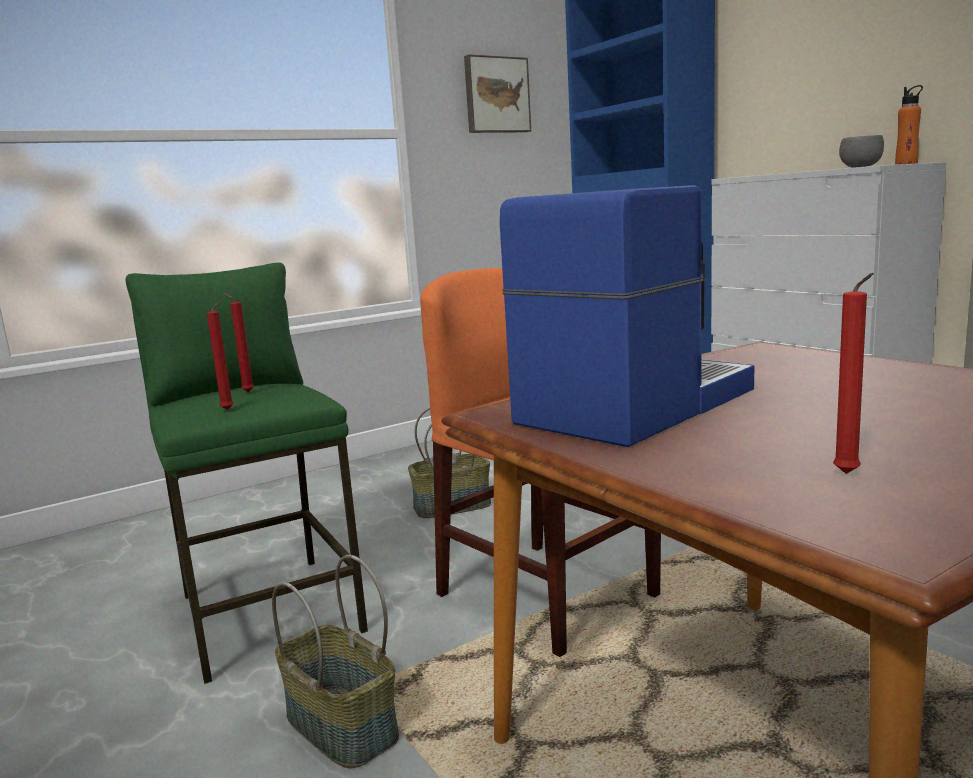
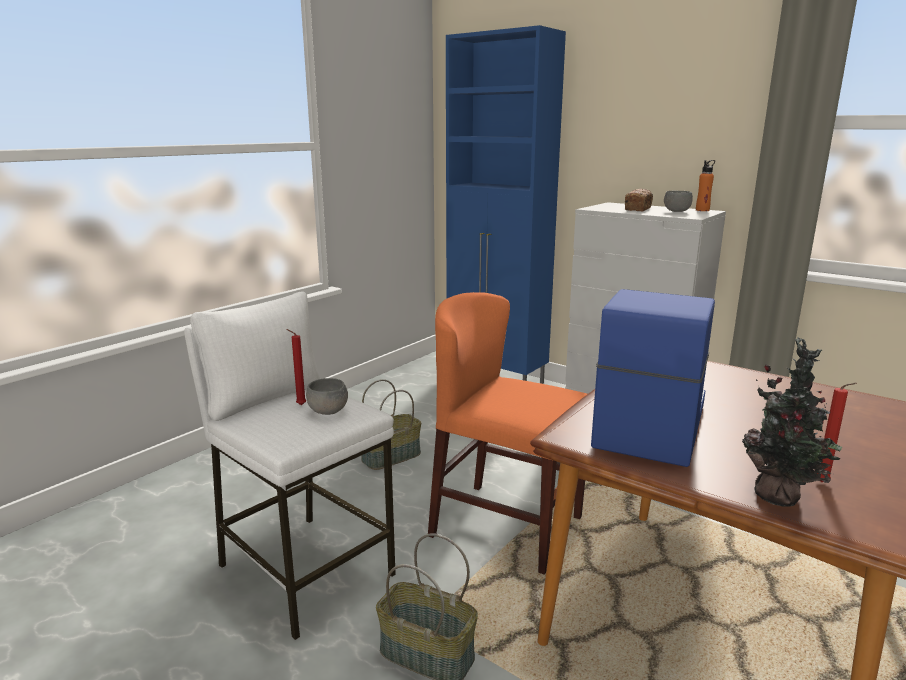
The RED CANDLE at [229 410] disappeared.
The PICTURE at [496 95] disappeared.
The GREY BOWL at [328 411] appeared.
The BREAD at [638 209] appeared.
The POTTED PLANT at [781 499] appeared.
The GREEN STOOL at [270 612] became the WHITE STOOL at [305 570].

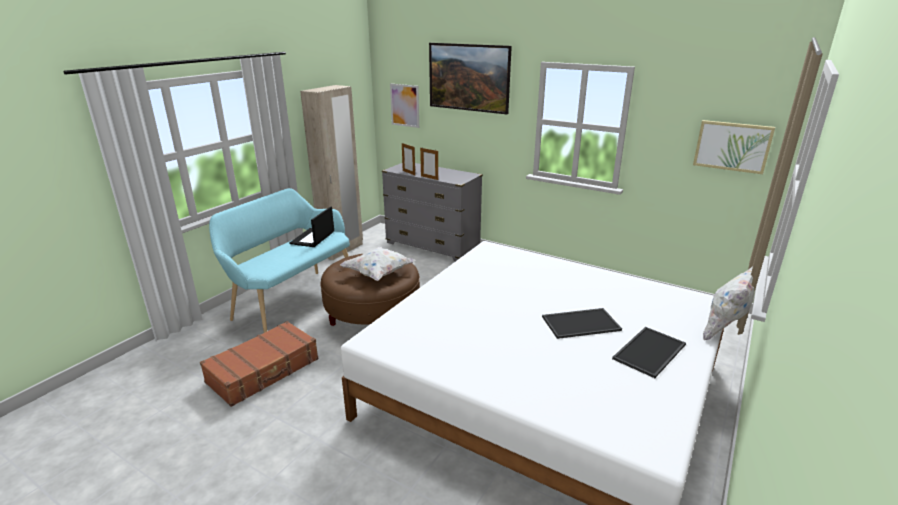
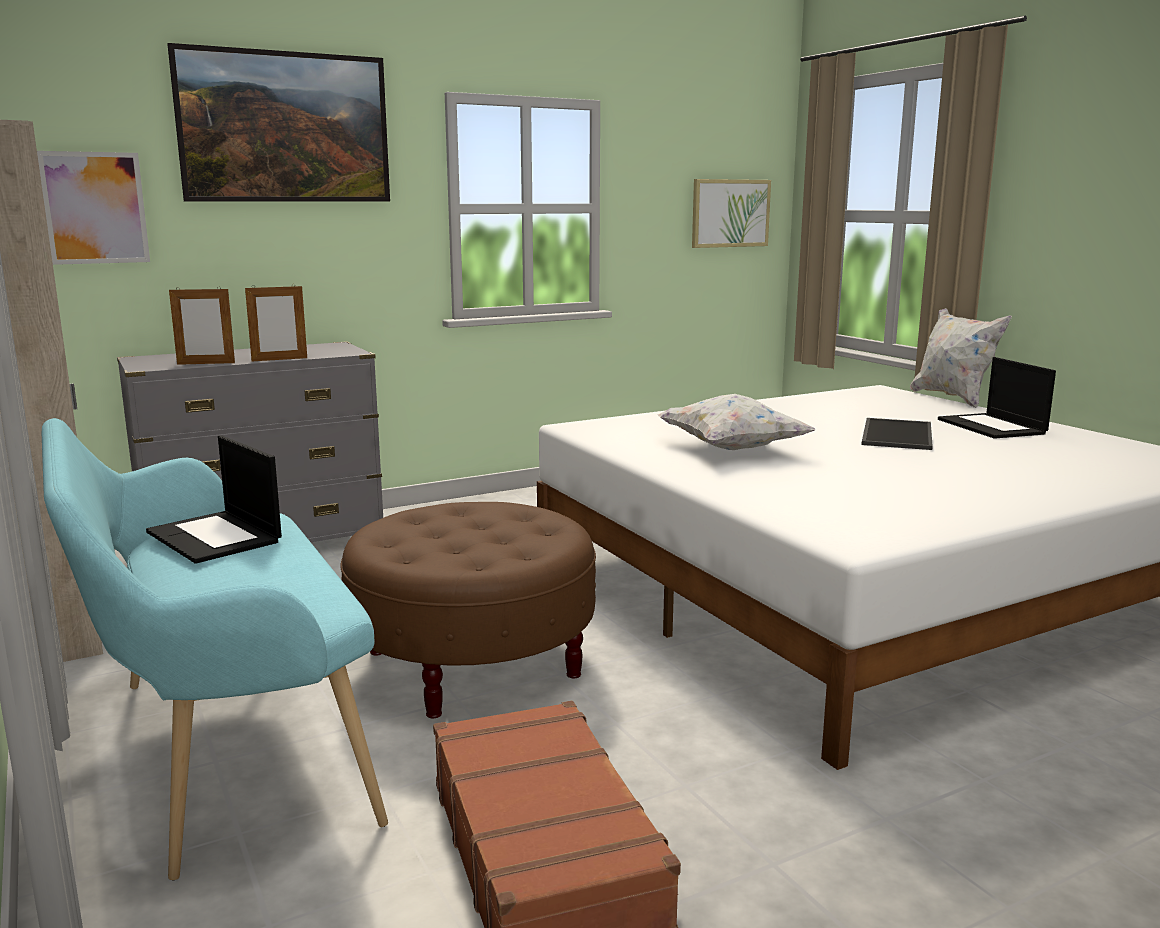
The WHITE PILLOW moved from [379 274] to [730 449].
The TRAY at [650 352] was replaced by the LAPTOP at [993 427].

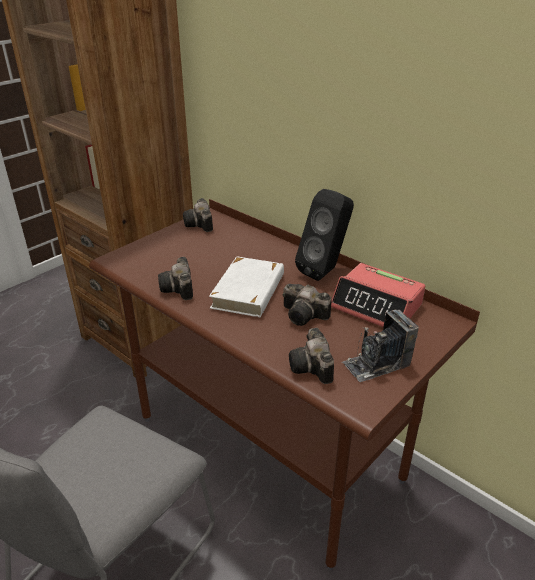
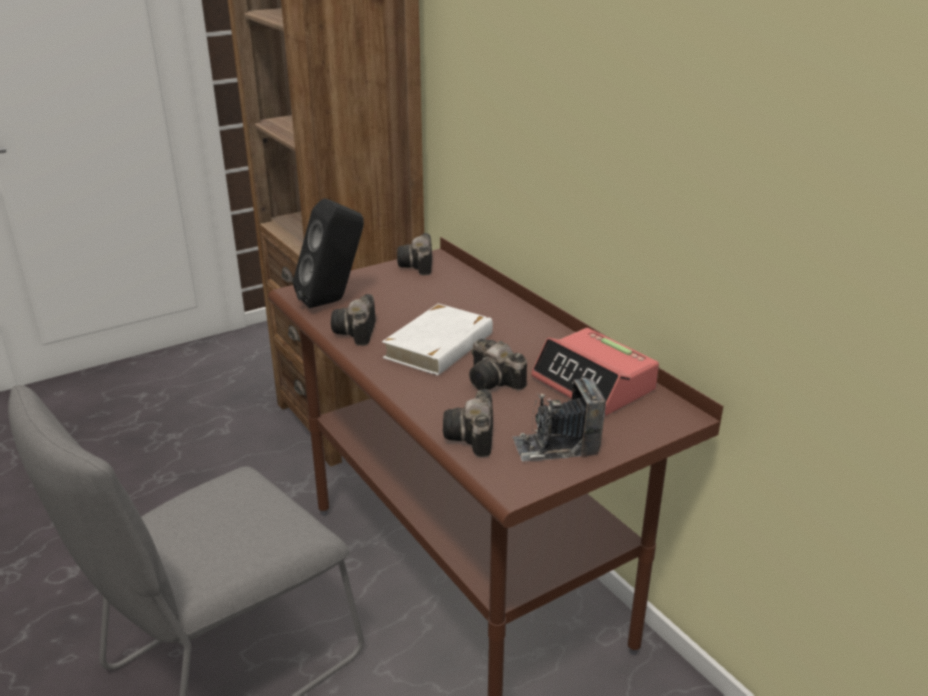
The BLACK SPEAKER moved from [325 270] to [333 301].

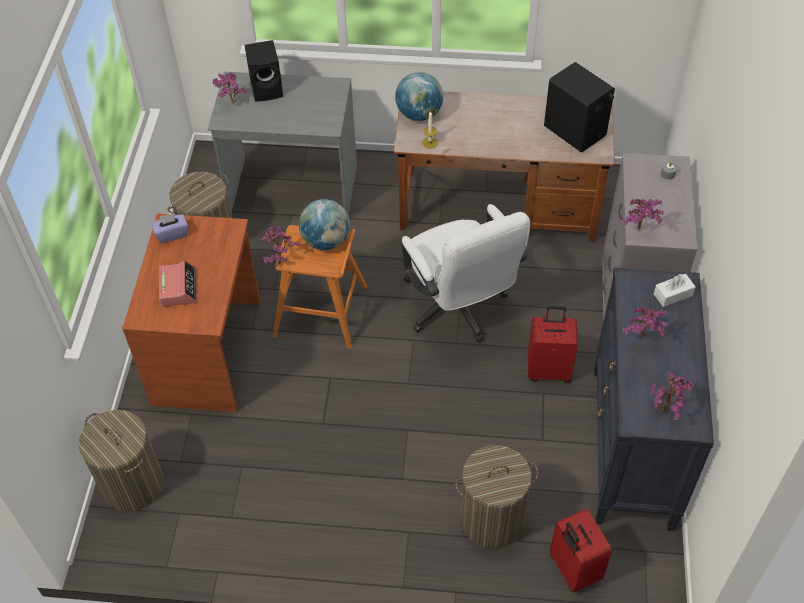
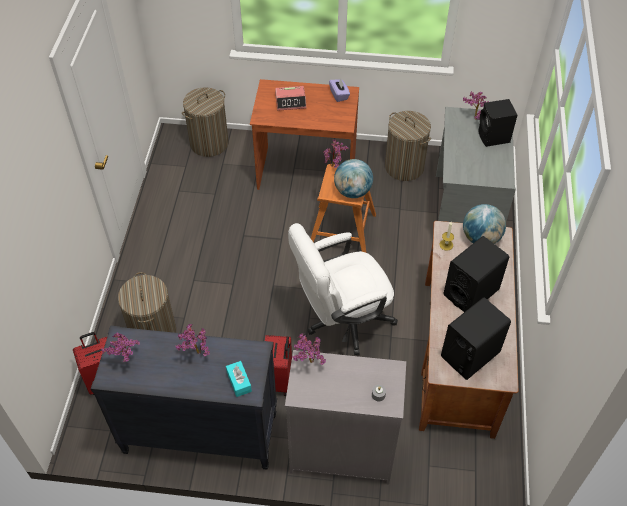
The BLACK SPEAKER at [471 292] appeared.
The WHITE TISSUE BOX at [673 295] became the TURQUOISE TISSUE BOX at [239 382].

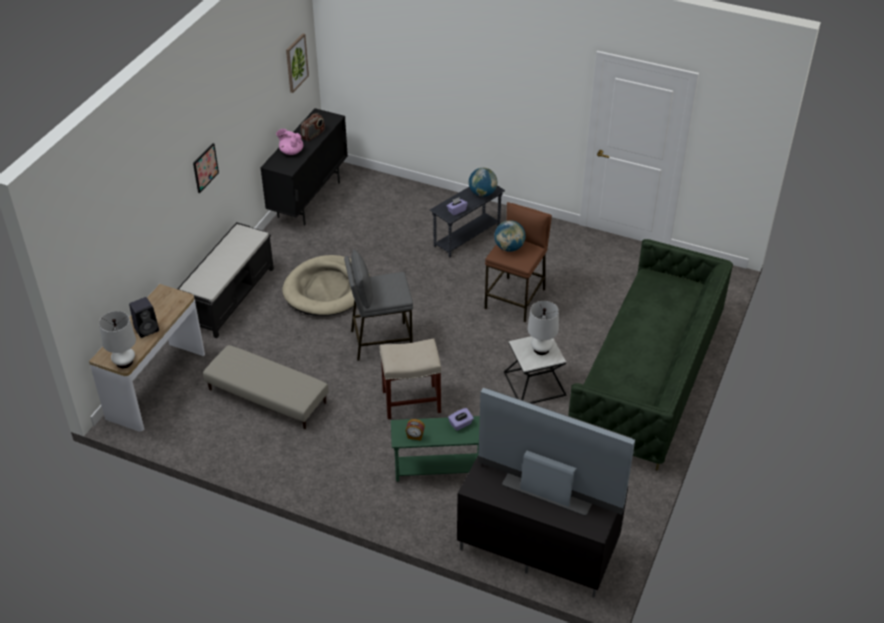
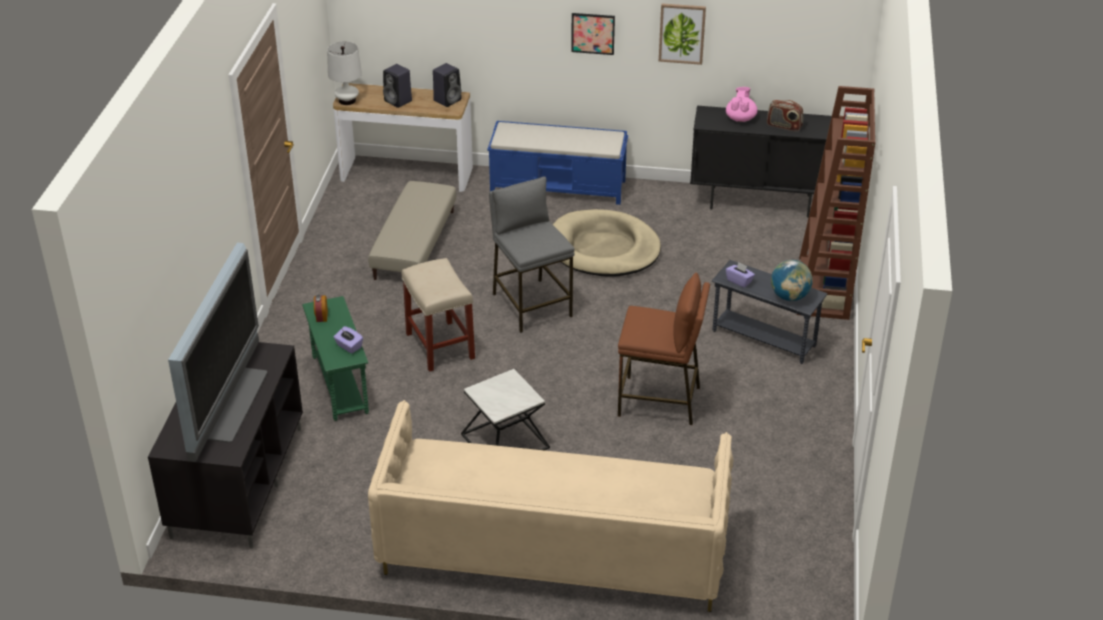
The GLOBE at [509 248] disappeared.
The WHITE TABLE LAMP at [541 349] disappeared.
The BLACK SPEAKER at [448 100] appeared.
The BROWN BOOKCASE at [824 288] appeared.
The PICTURE moved from [296 62] to [682 33].
The BLACK BENCH at [230 296] became the BLUE BENCH at [559 187].
The GREEN SOFA at [647 379] became the BEIGE SOFA at [553 546].

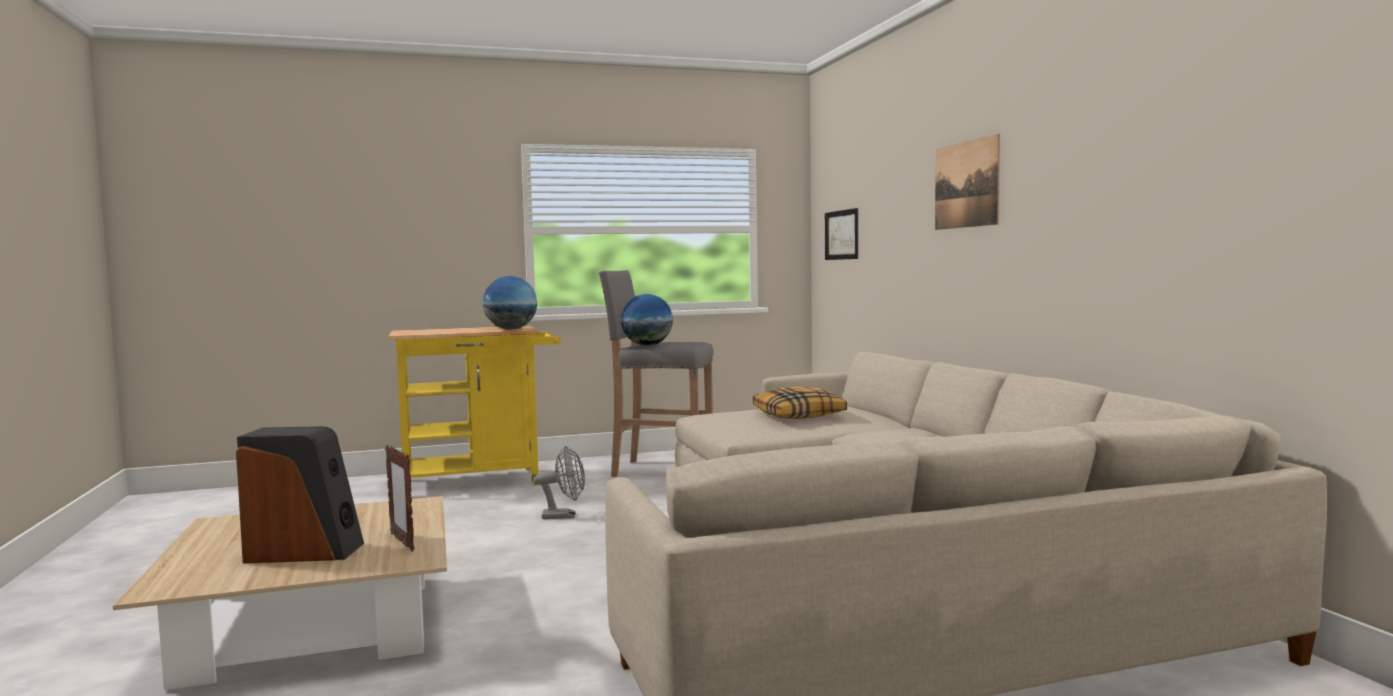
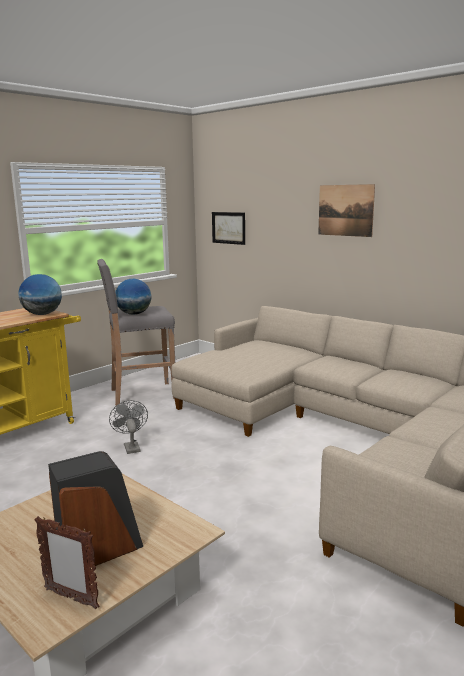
The PILLOW at [799 415] disappeared.
The PICTURE FRAME moved from [402 542] to [71 598].
The GREY FAN at [565 516] turned 75 degrees counterclockwise.

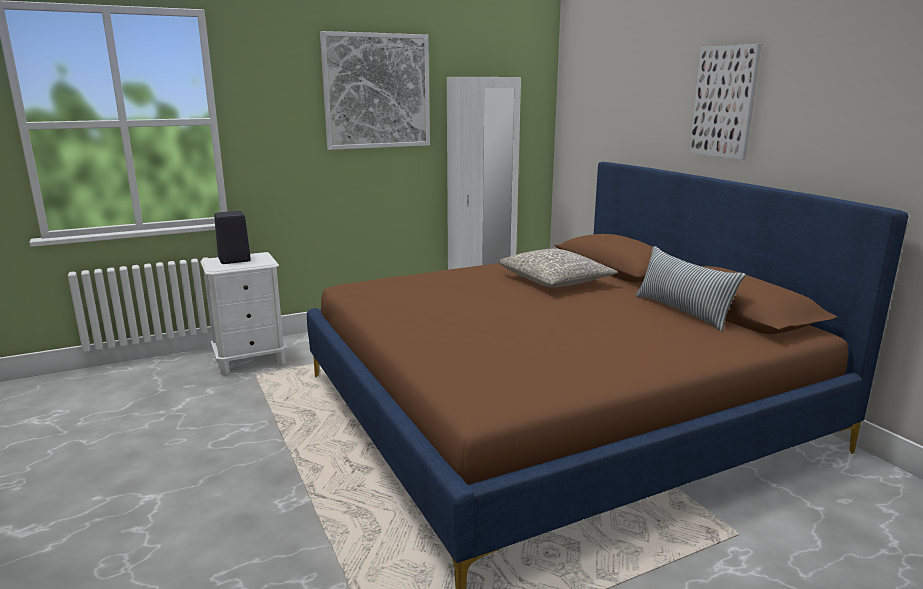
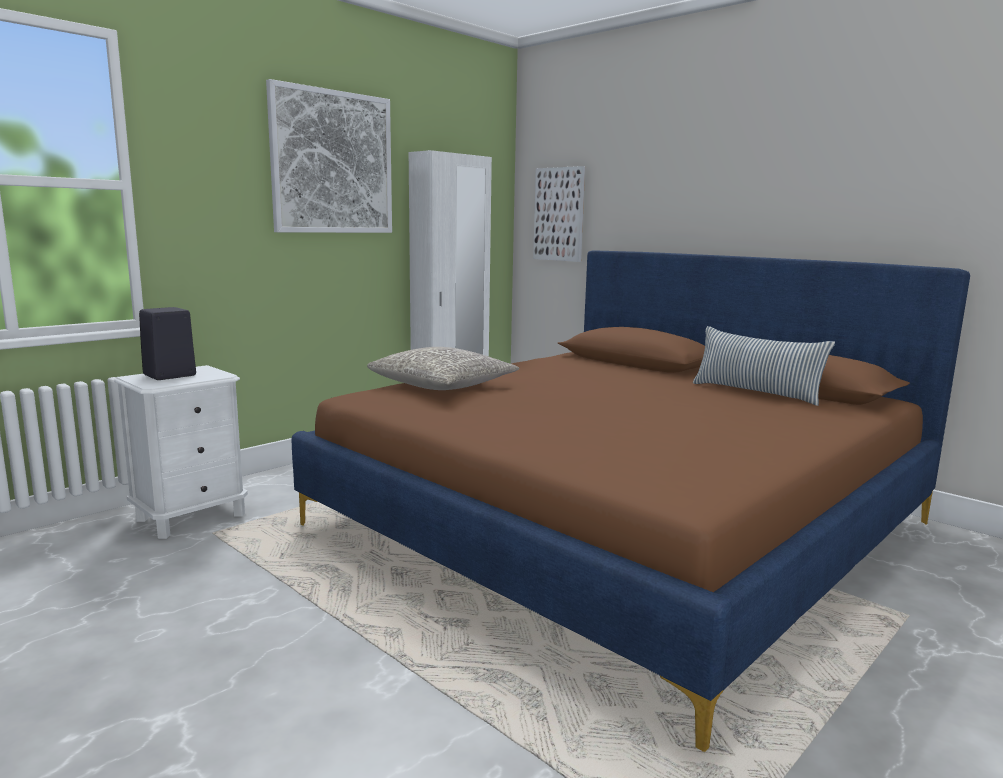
The GREY PILLOW moved from [555 281] to [443 386].
The PICTURE moved from [724 102] to [559 214].

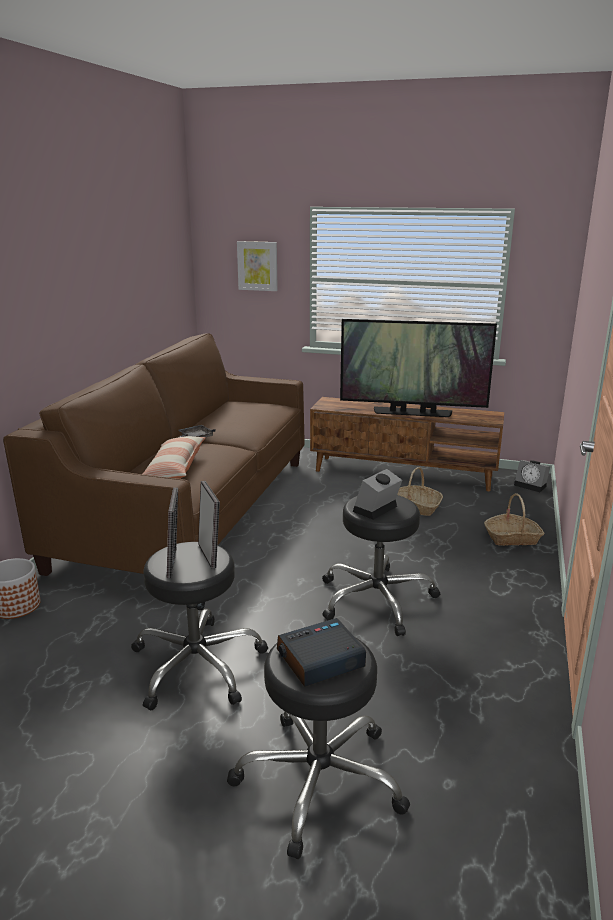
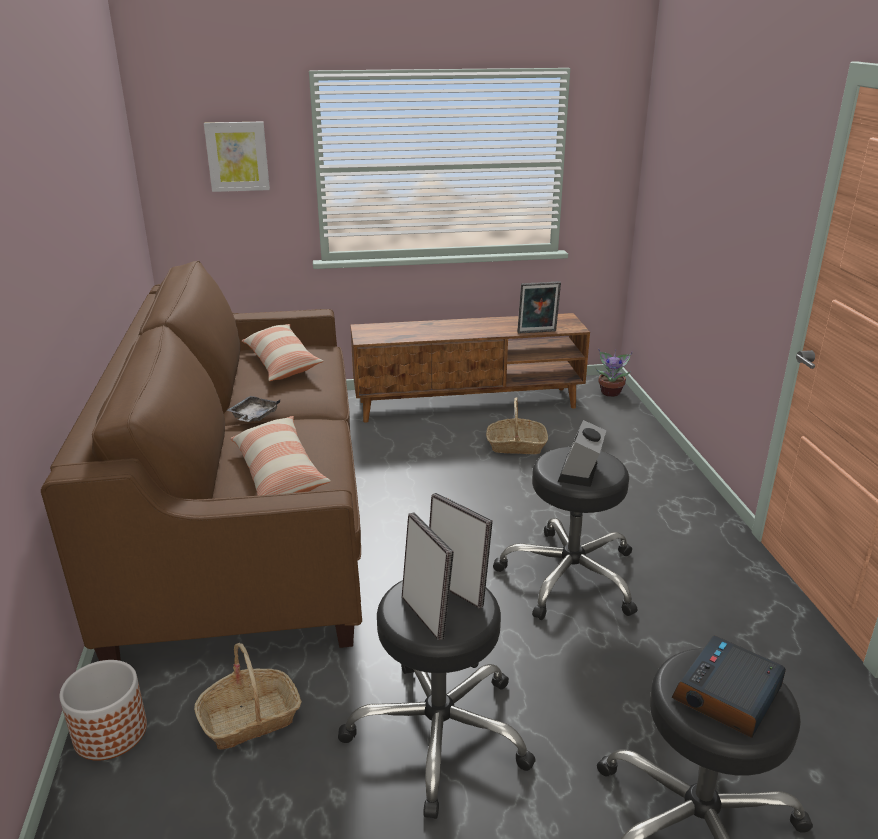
The TELEVISION at [412 413] disappeared.
The PILLOW at [281 363] appeared.
The PICTURE FRAME at [537 332] appeared.
The BASKET moved from [512 538] to [250 719].
The ALARM CLOCK at [531 485] was replaced by the POTTED PLANT at [611 392].

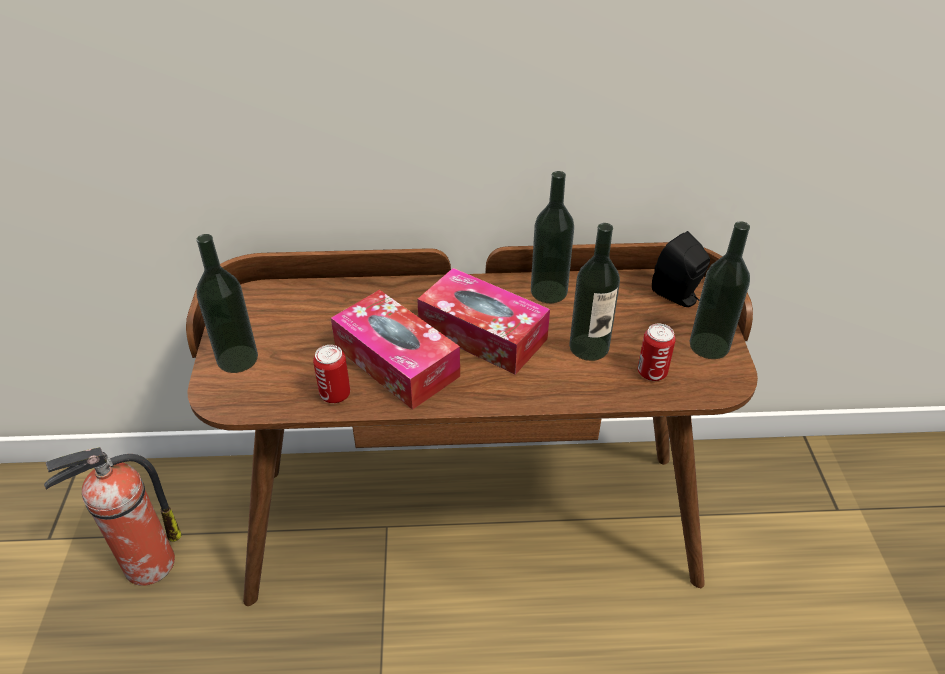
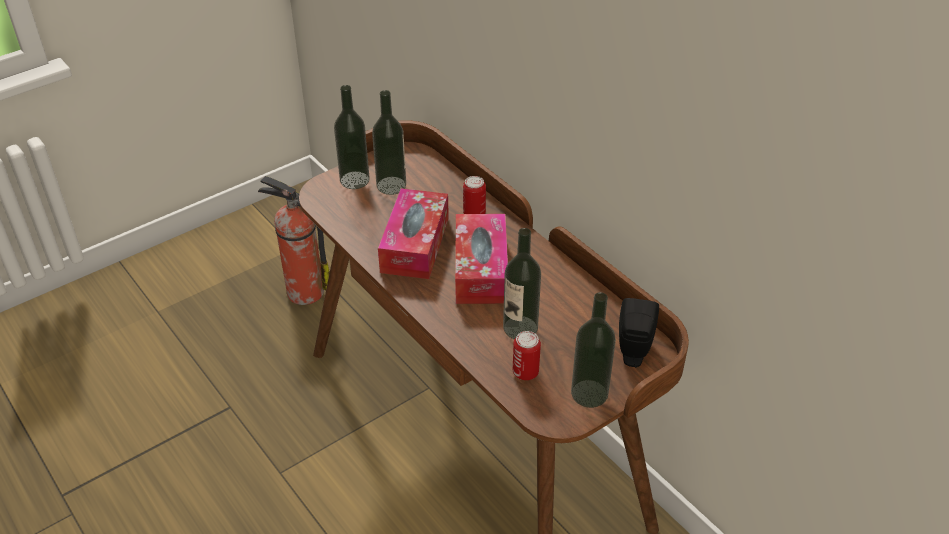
The CAN moved from [335 394] to [474 214].
The BOTTLE moved from [548 291] to [391 185].

